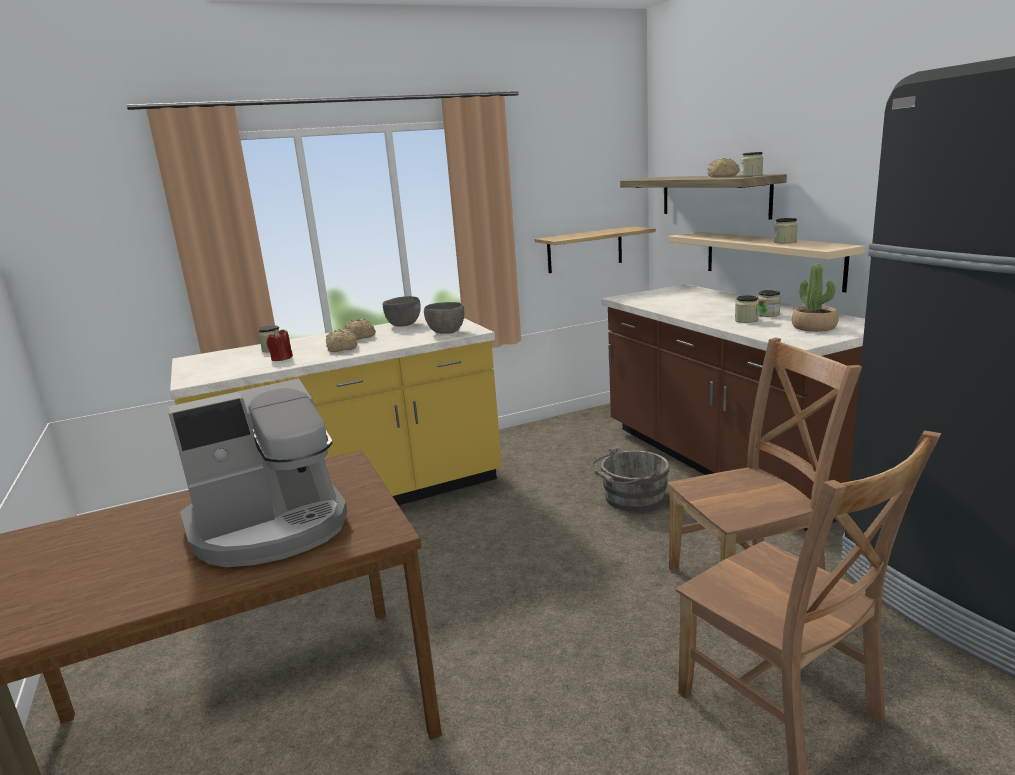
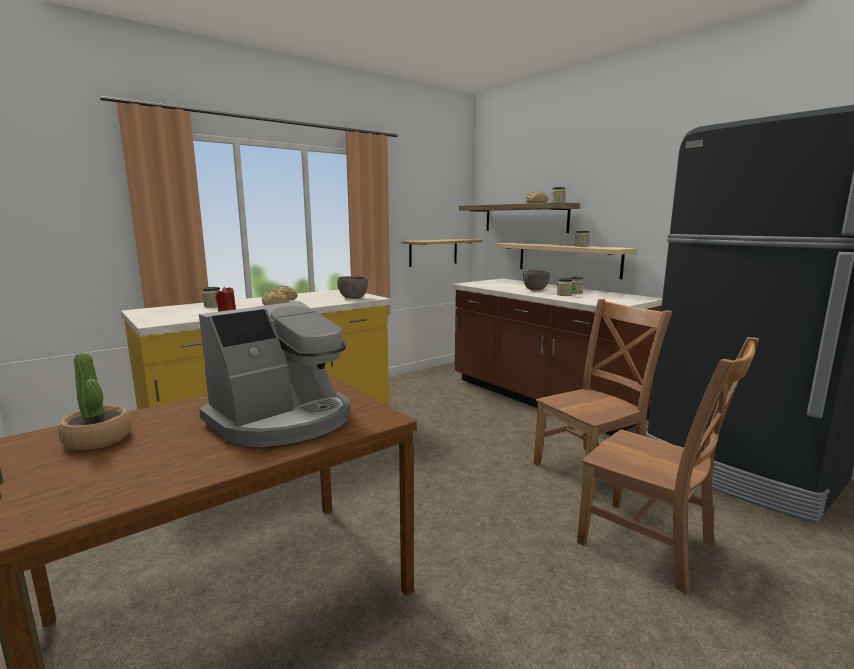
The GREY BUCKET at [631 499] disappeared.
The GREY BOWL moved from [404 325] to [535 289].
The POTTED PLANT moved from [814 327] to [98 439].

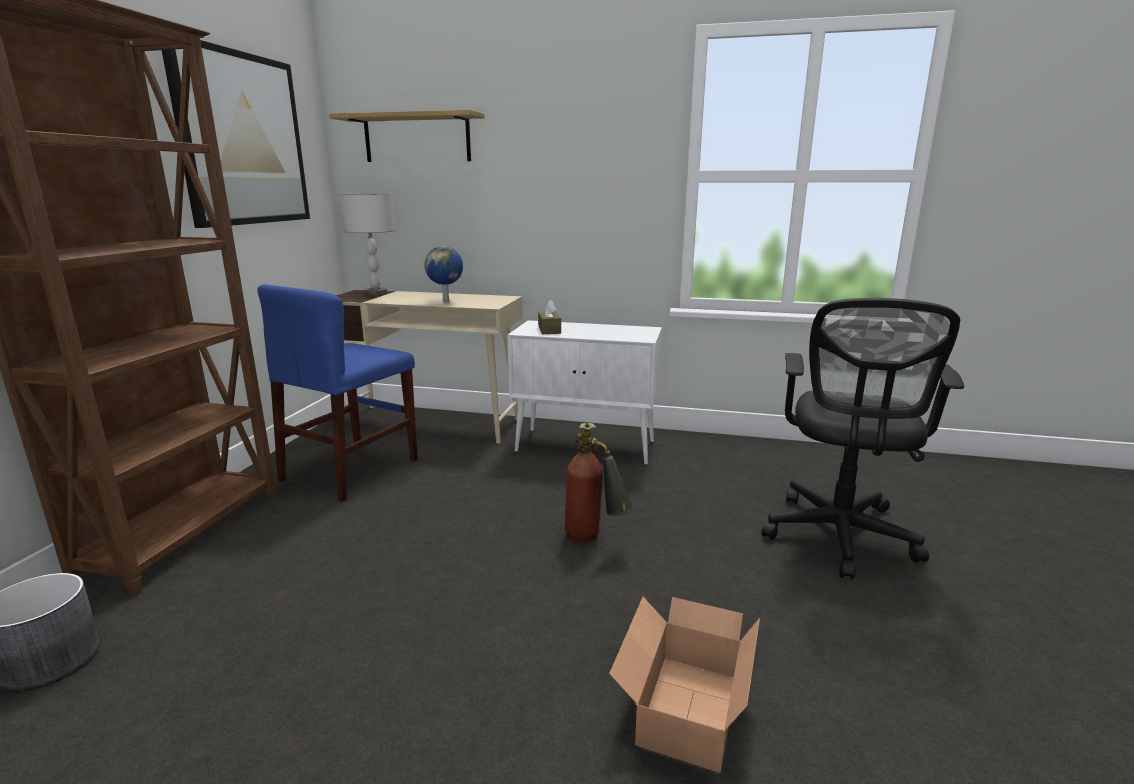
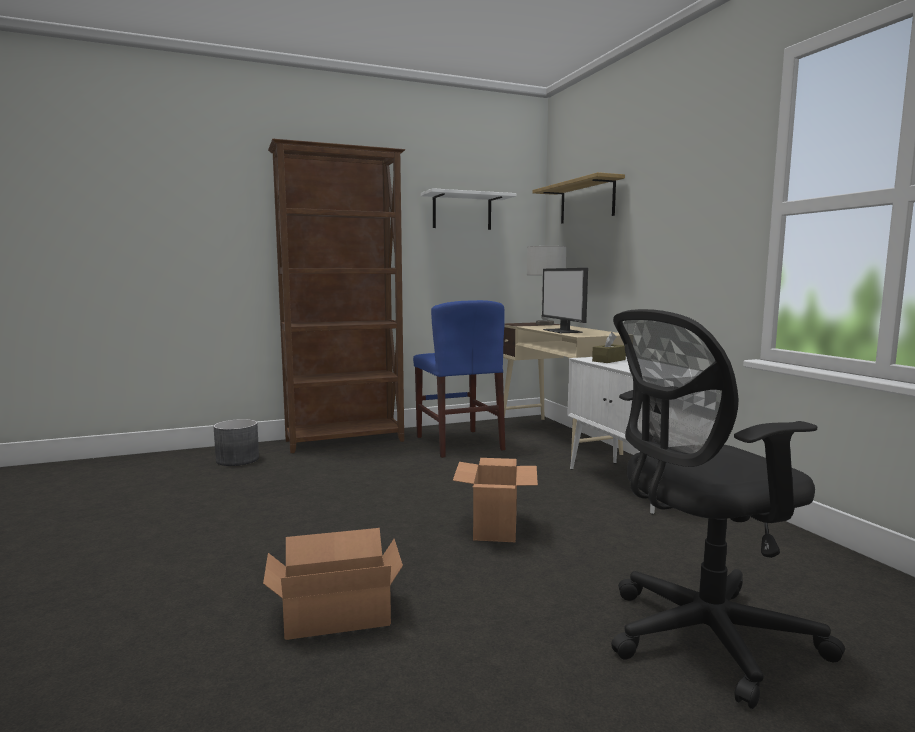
The PICTURE at [242 140] was replaced by the WHITE SHELF at [462 212].
The GLOBE at [447 302] was replaced by the MONITOR at [563 331].
The FIRE EXTINGUISHER at [594 540] was replaced by the CARDBOARD BOX at [495 528].
The BLUE CHAIR at [350 470] turned 105 degrees counterclockwise.

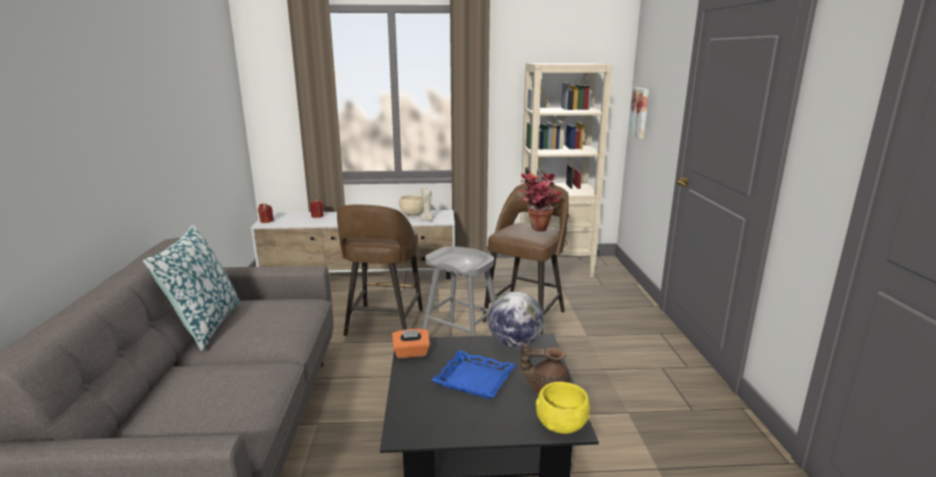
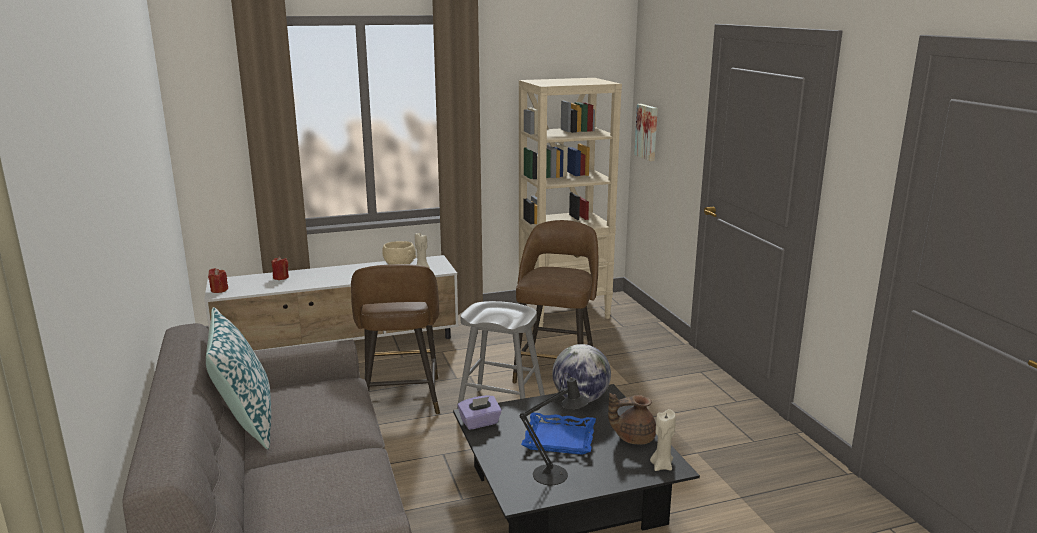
The POTTED PLANT at [538 231] disappeared.
The BLACK TABLE LAMP at [555 475] appeared.
The YELLOW BOWL at [562 424] was replaced by the BEIGE CANDLE at [661 466].
The ORANGE TISSUE BOX at [411 353] became the PURPLE TISSUE BOX at [480 423].

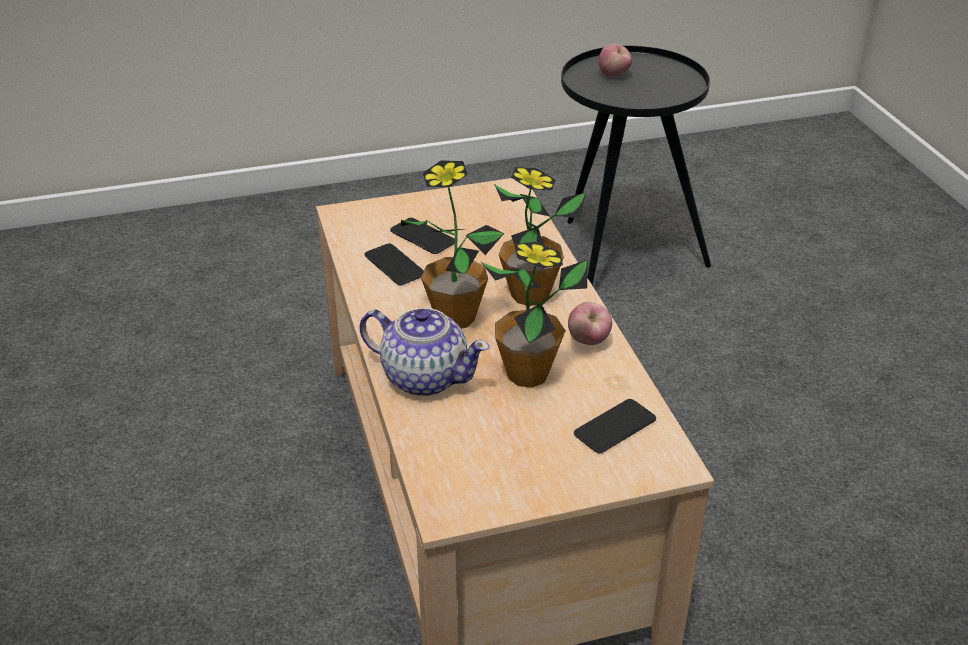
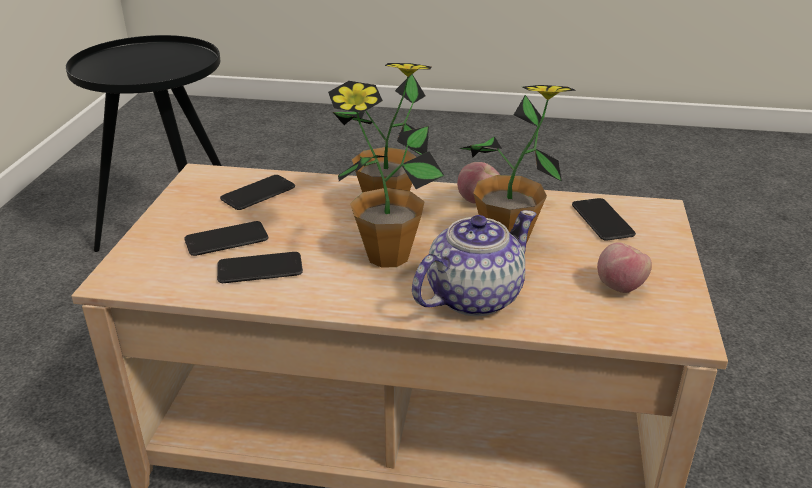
The PHONE at [258 193] appeared.
The APPLE moved from [614 75] to [620 287].

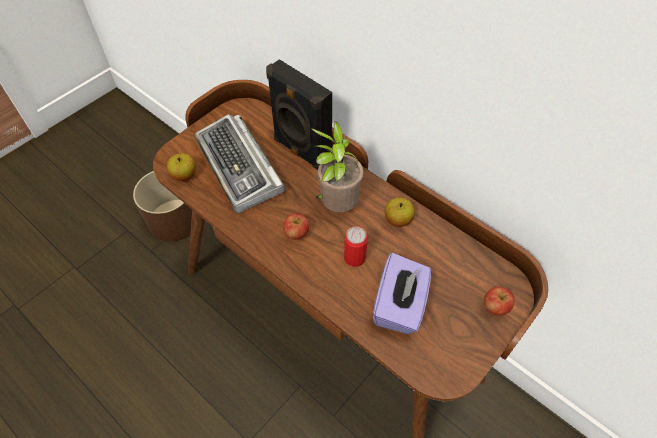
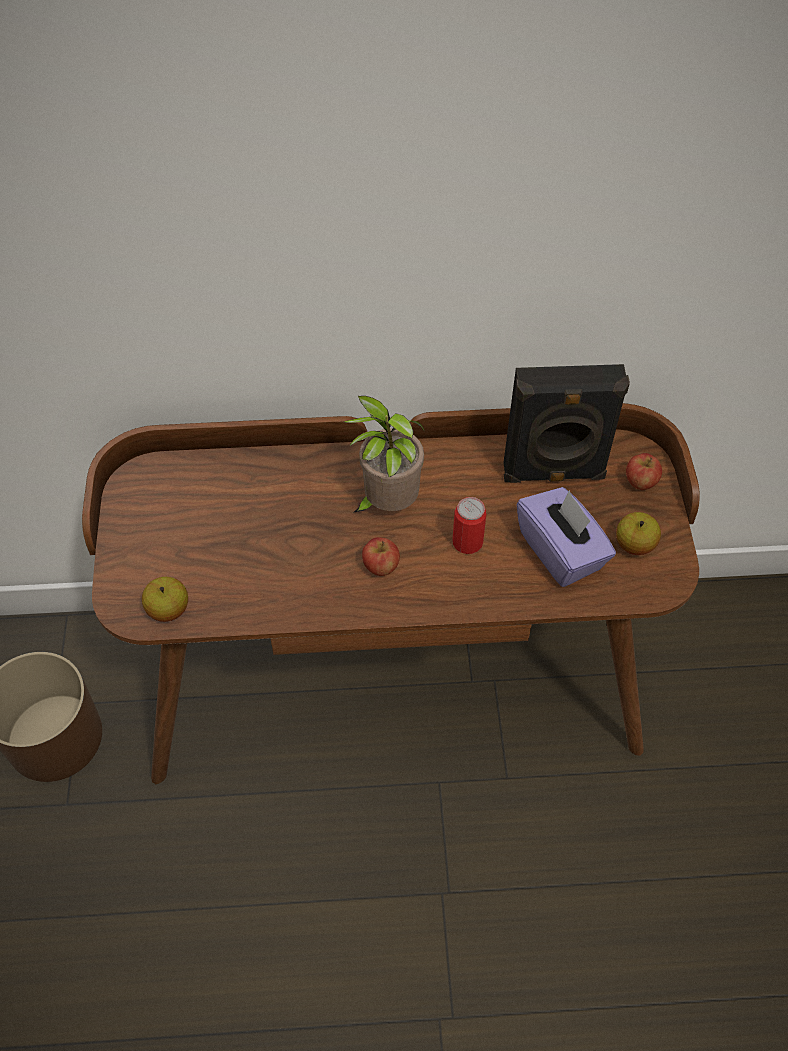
The KEYBOARD at [240 168] disappeared.
The BLACK SPEAKER moved from [301 152] to [553 474].
The APPLE moved from [398 220] to [634 545].

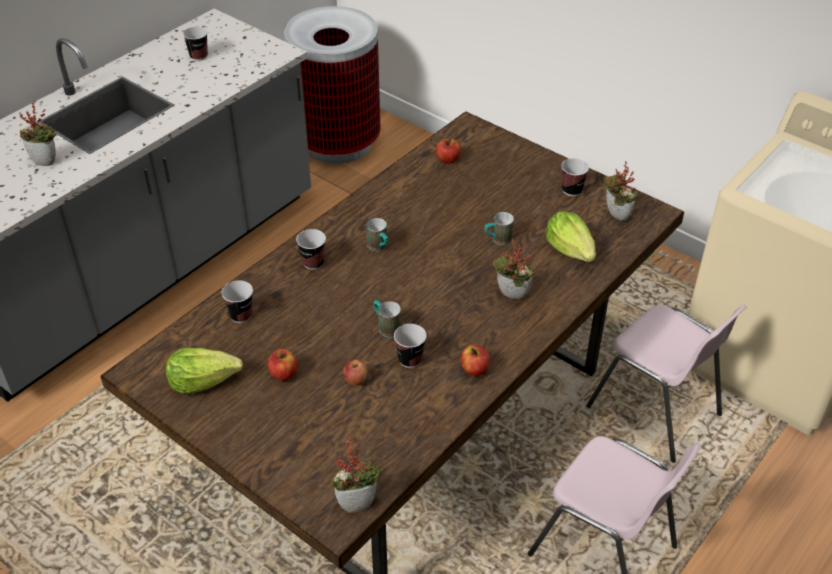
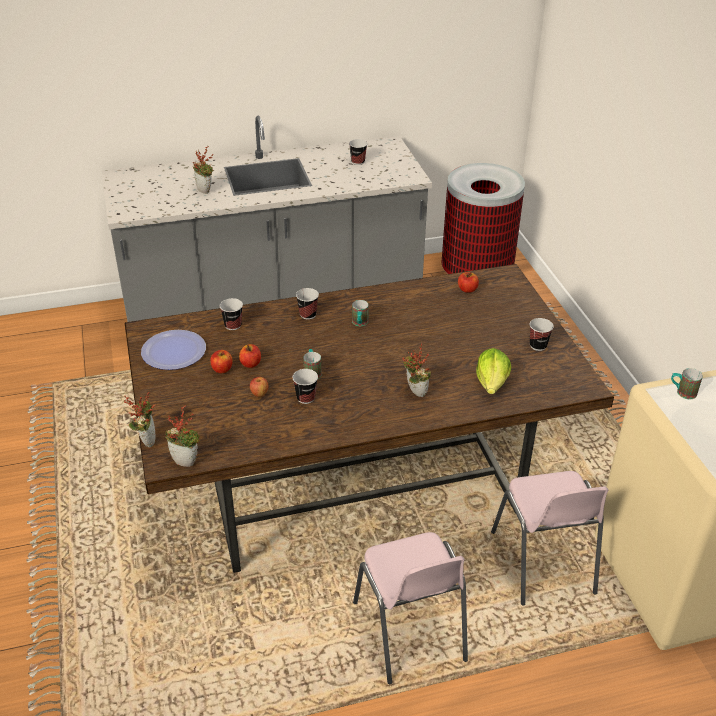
The APPLE moved from [474 369] to [250 363].
The MUG moved from [497 239] to [682 392].
The POTTED PLANT moved from [614 216] to [146 440].
The LETTUCE at [203 381] was replaced by the PLATE at [174 351].

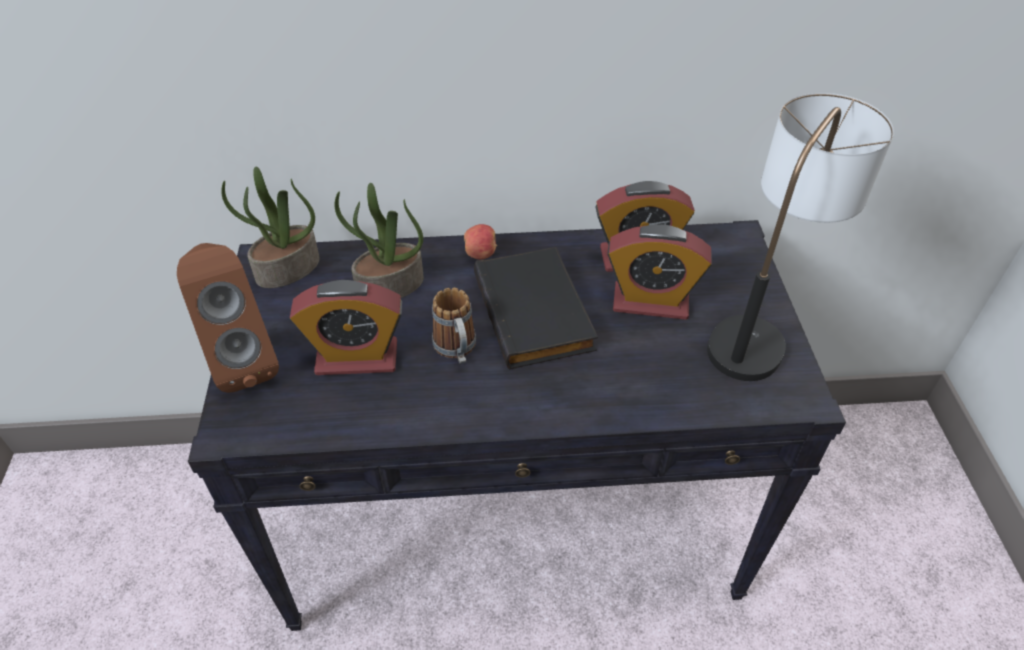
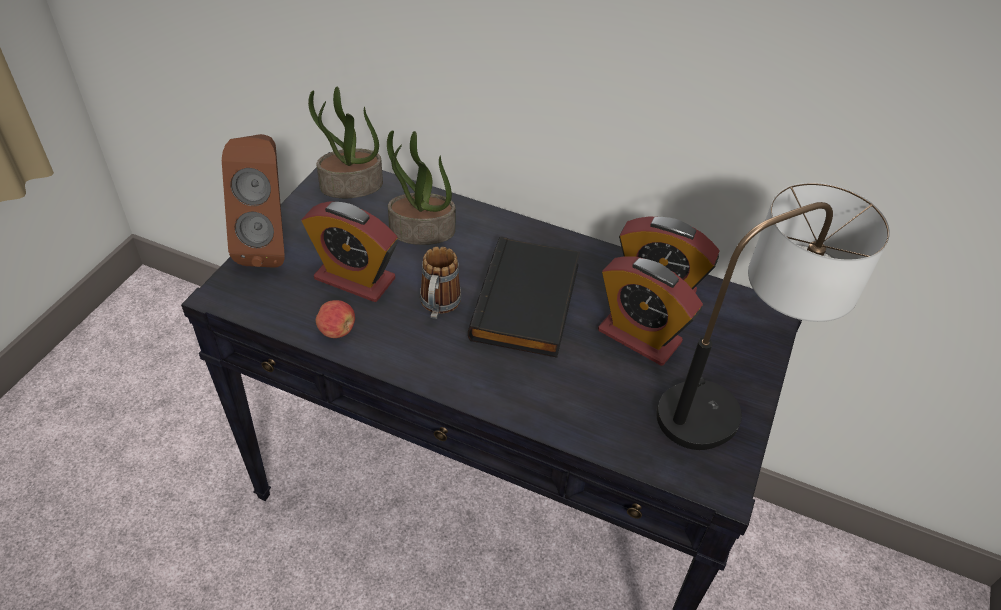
The APPLE moved from [481 254] to [337 330].

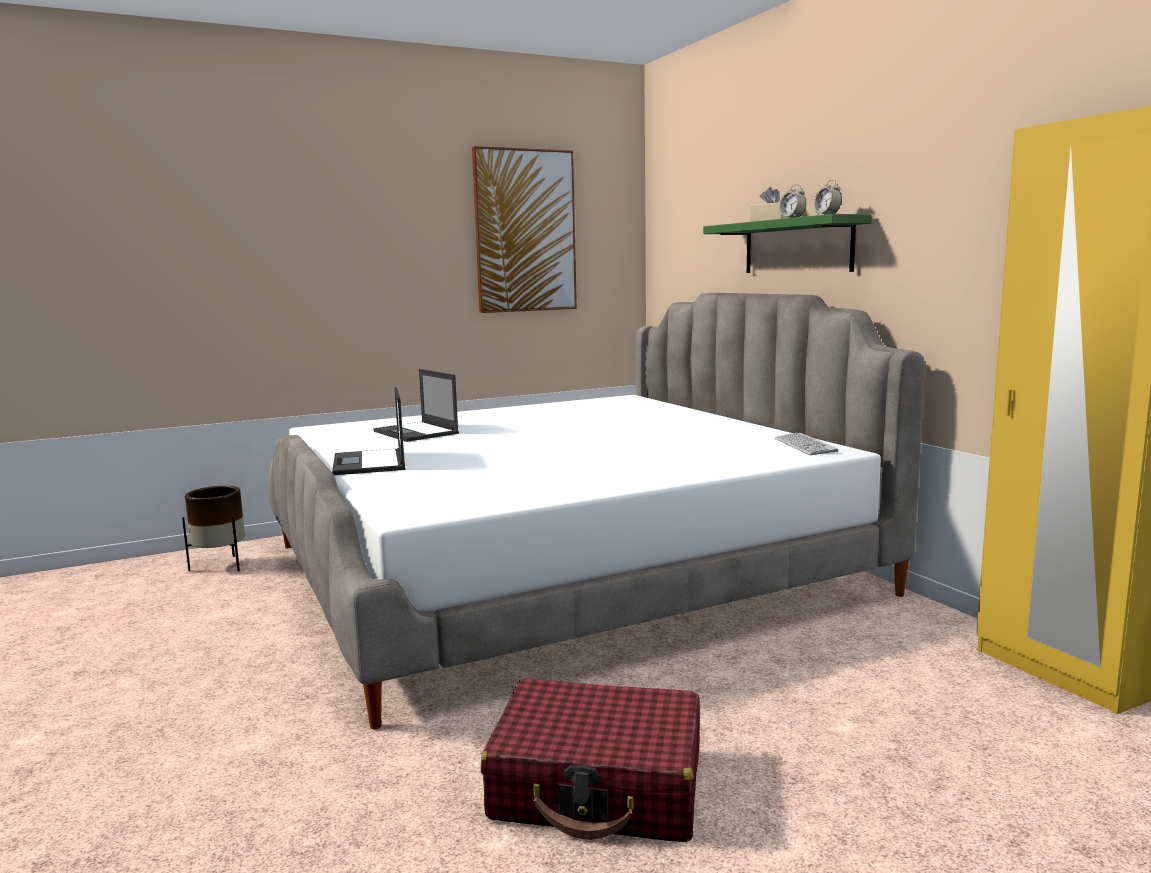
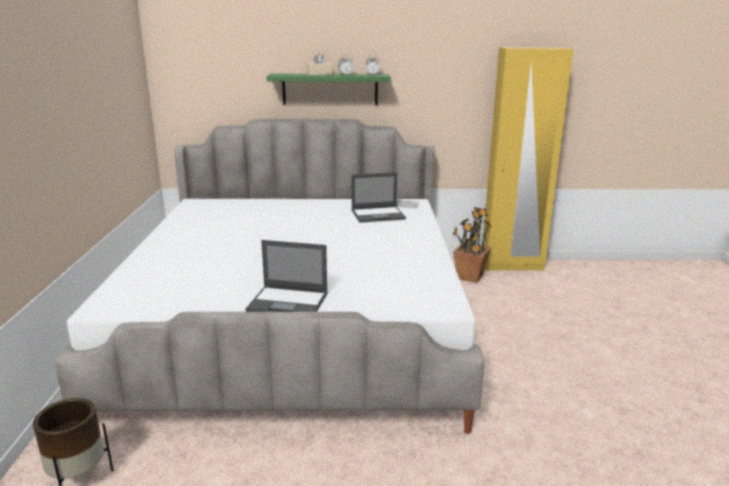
The PICTURE at [525 231] disappeared.
The RED SUITCASE at [599 786] disappeared.
The POTTED PLANT at [469 277] appeared.
The LAPTOP moved from [416 432] to [378 215].

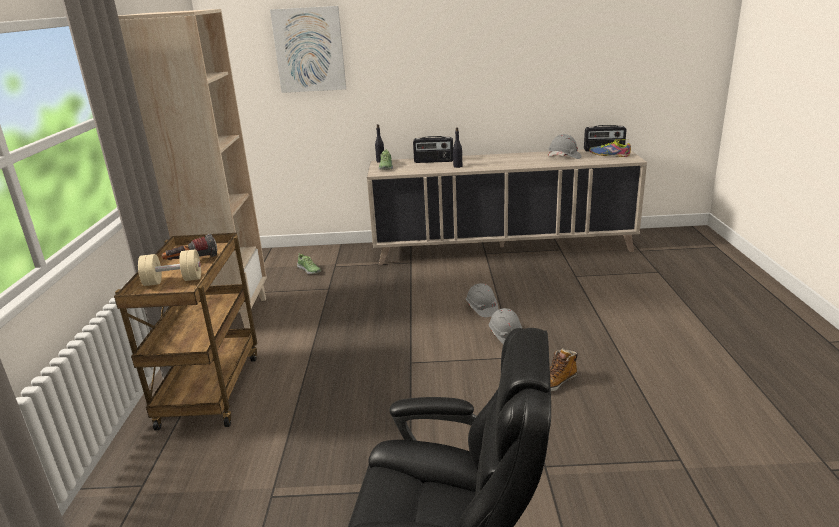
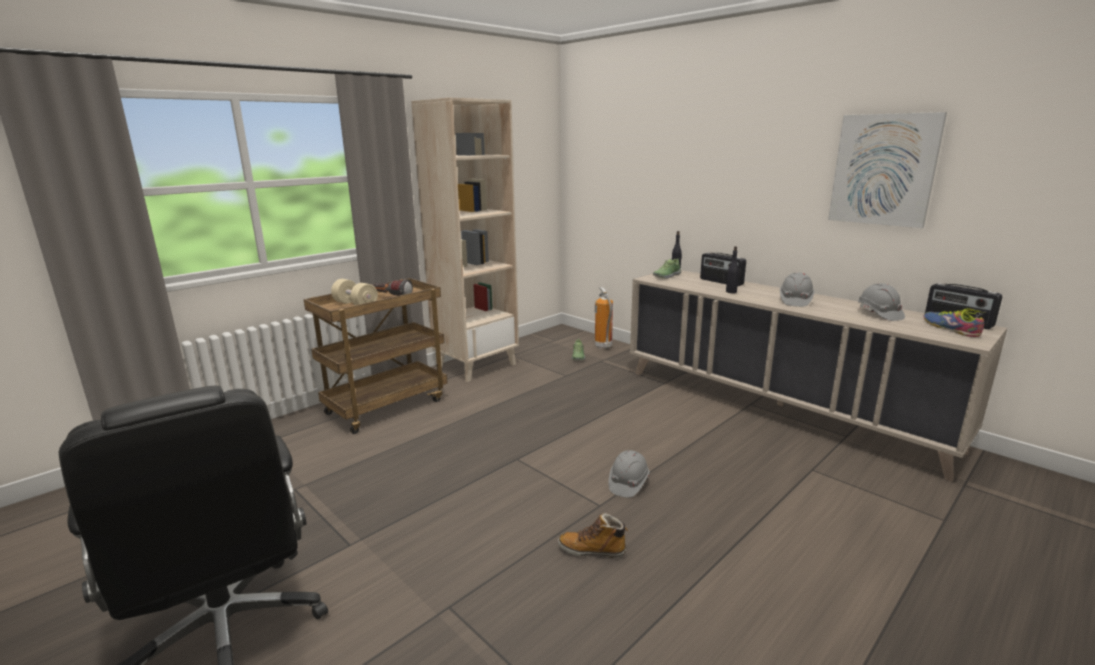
The FIRE EXTINGUISHER at [603 346] appeared.
The PICTURE moved from [309 50] to [883 170].
The GREY HARD HAT moved from [481 308] to [795 301].

